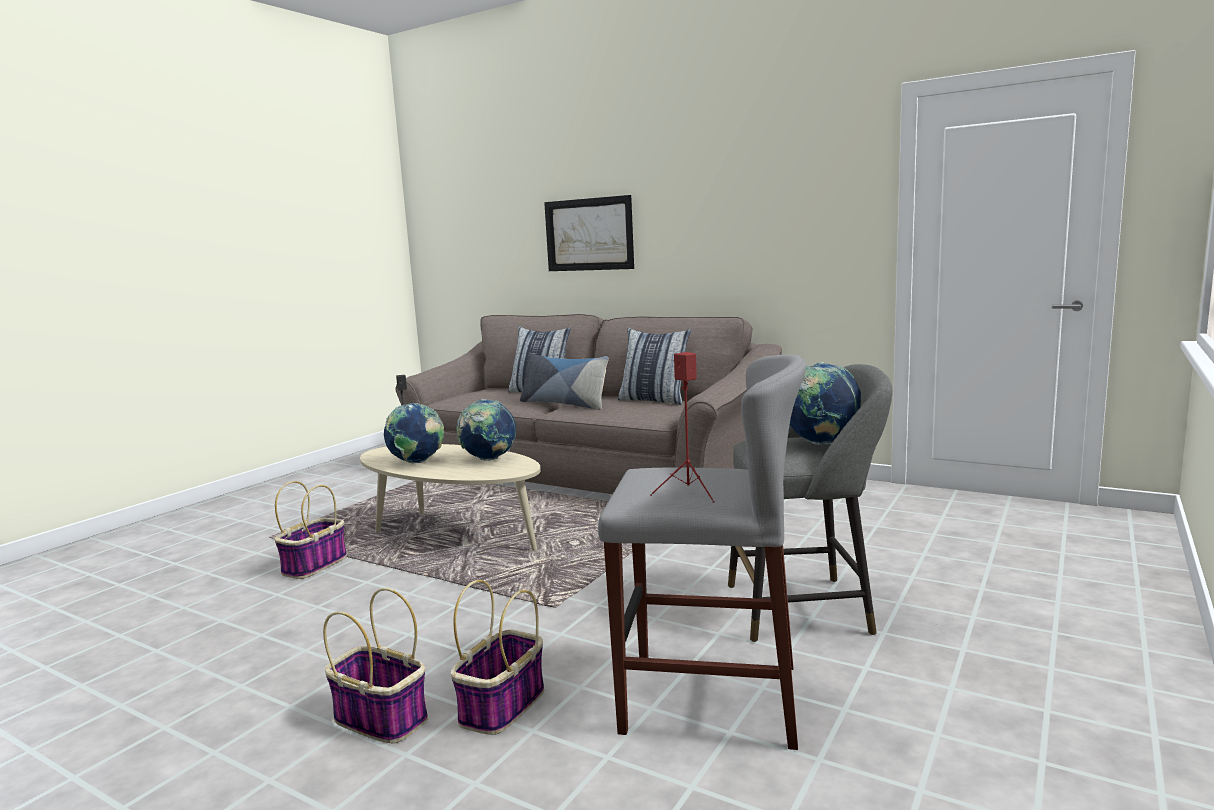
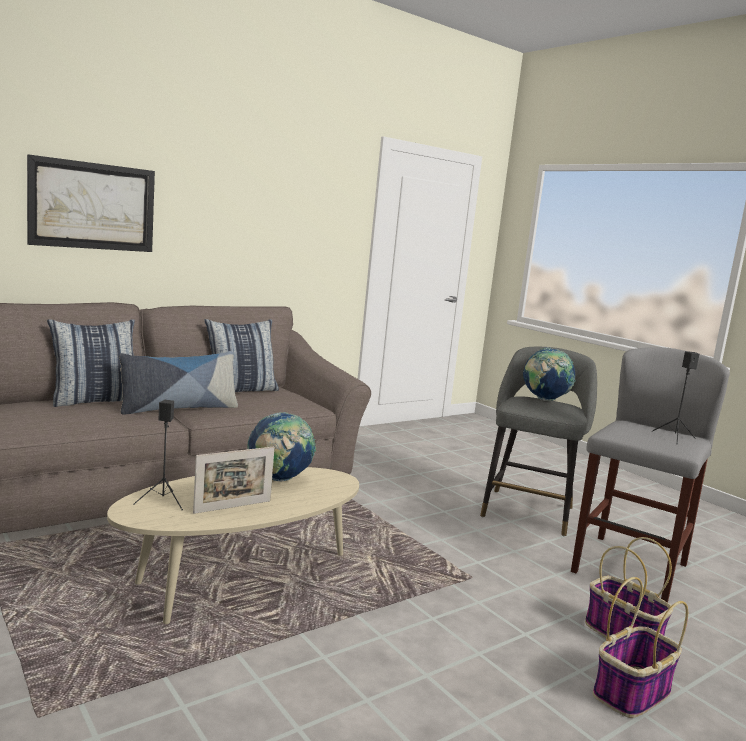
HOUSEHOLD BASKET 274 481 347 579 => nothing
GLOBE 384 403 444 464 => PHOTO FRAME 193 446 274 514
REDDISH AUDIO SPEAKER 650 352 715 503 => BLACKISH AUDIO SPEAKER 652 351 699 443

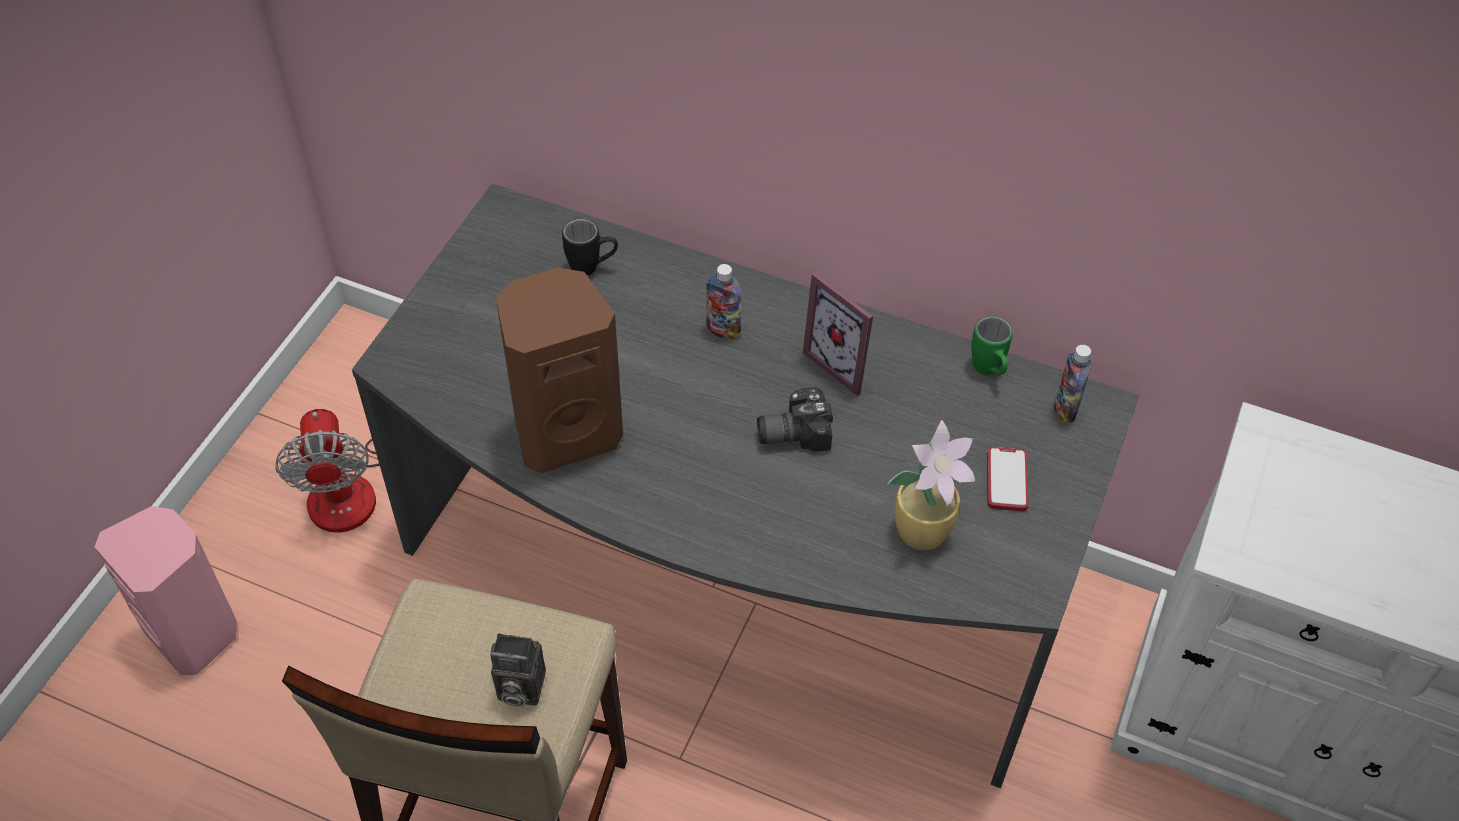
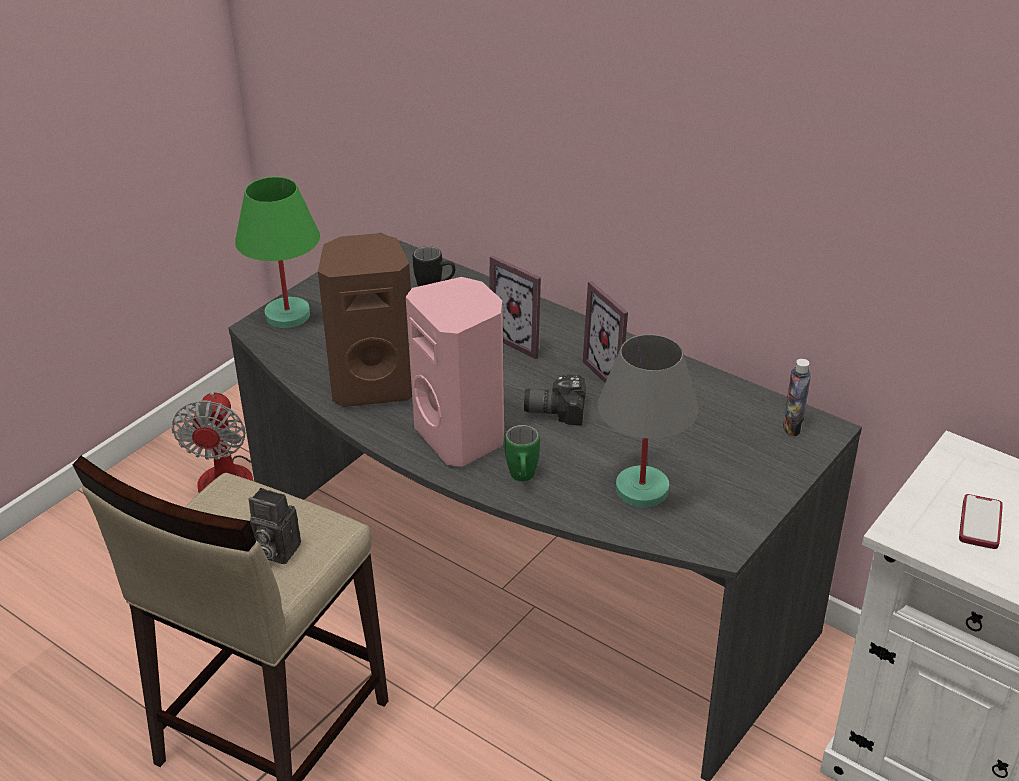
nothing => GREENISH TABLE LAMP 235 177 320 328
PINK-COLOURED AUDIO SPEAKER 94 506 236 675 => PINK-COLOURED AUDIO SPEAKER 406 277 504 467, move
GREENISH MUG 971 316 1013 375 => GREENISH MUG 505 425 540 481, move
HANDSET 987 447 1028 511 => HANDSET 959 494 1003 549, move
DRINK BOTTLE 706 264 742 339 => PHOTO FRAME 489 256 541 360
POTTED PLANT 887 420 975 550 => GREYISH TABLE LAMP 597 334 699 507

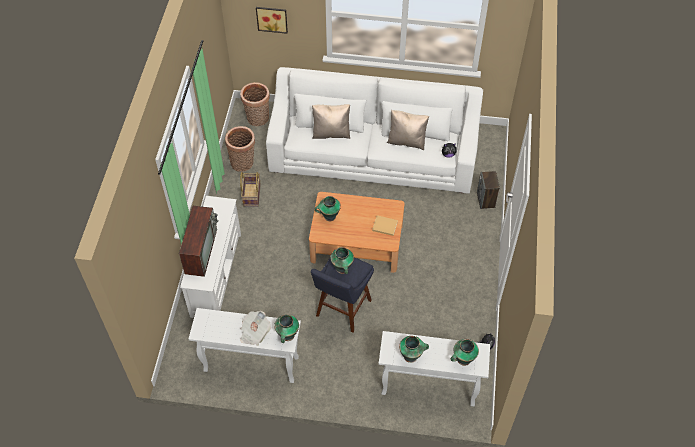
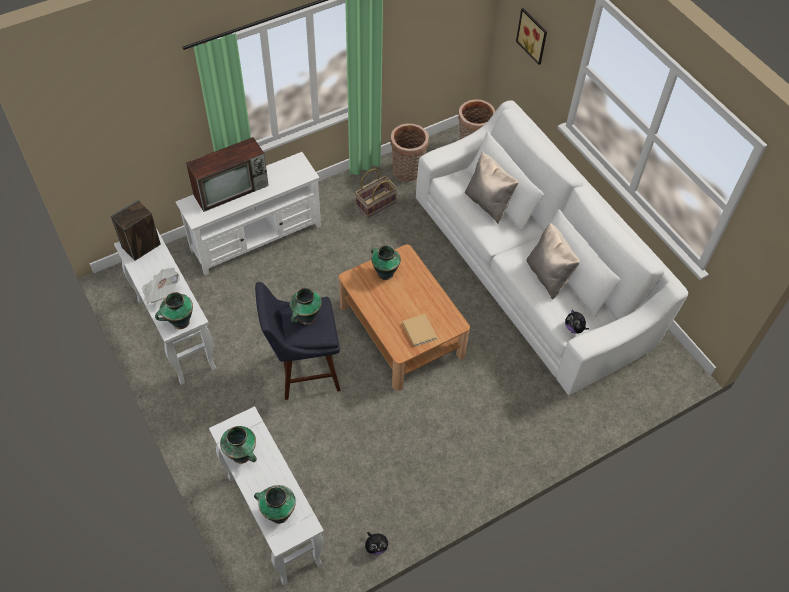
AUDIO SPEAKER 477 171 500 209 => AUDIO SPEAKER 111 200 161 261, move

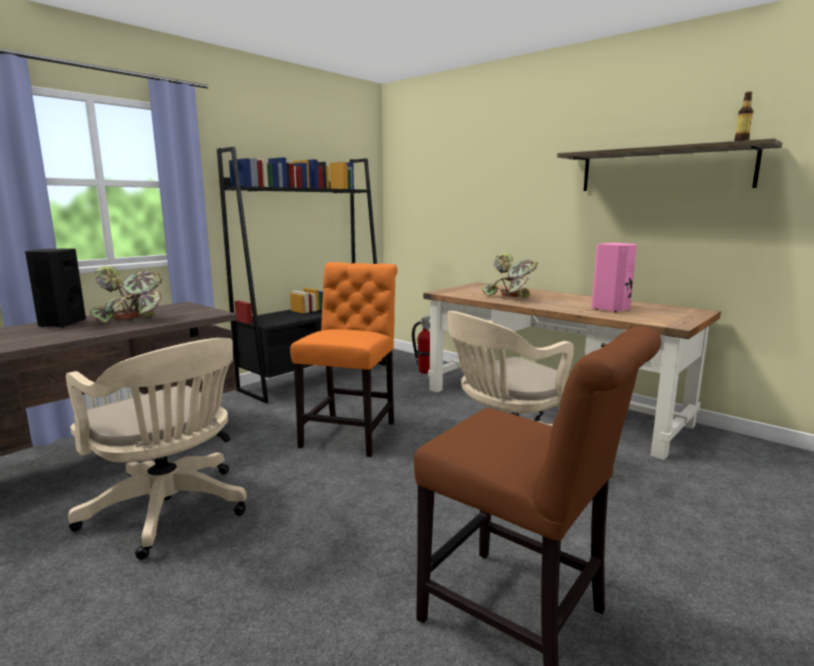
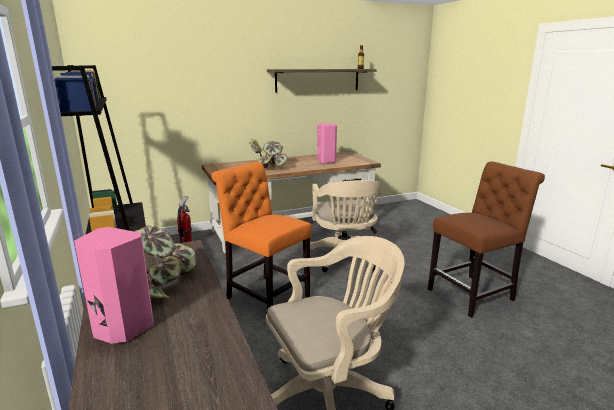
BLACKISH AUDIO SPEAKER 25 248 86 328 => PINK-COLOURED AUDIO SPEAKER 74 227 153 344

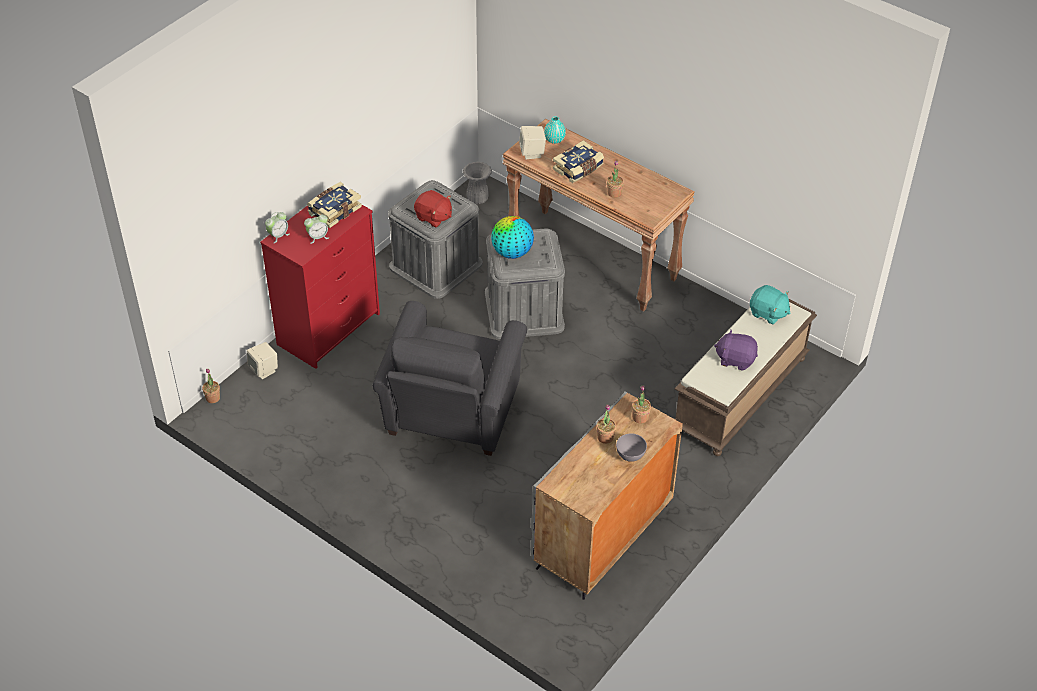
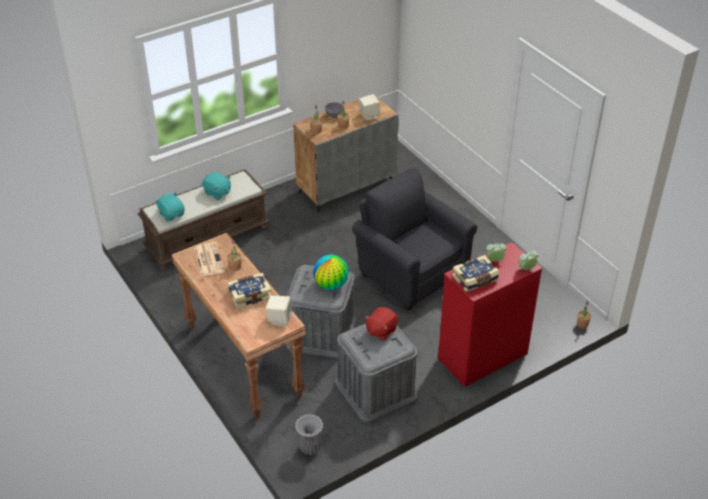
TURQUOISE-COLOURED DECORATIVE VASE 544 116 566 144 => nothing
nothing => PRINTED PAPER 194 242 225 277
SAND-COLOURED AUDIO SPEAKER 247 342 278 379 => SAND-COLOURED AUDIO SPEAKER 359 94 380 120, move
PURPLE-COLOURED SOFT TOY 714 329 758 371 => TURQUOISE-COLOURED SOFT TOY 202 172 231 200
GREYISH EASY CHAIR 372 301 527 456 => GREYISH EASY CHAIR 352 168 477 311, 75 degrees counterclockwise
REDDISH SOFT TOY 414 190 452 228 => REDDISH SOFT TOY 365 307 398 341, 105 degrees counterclockwise

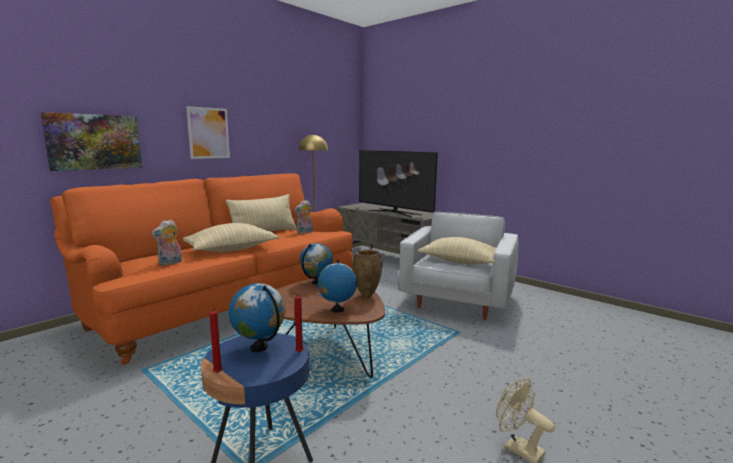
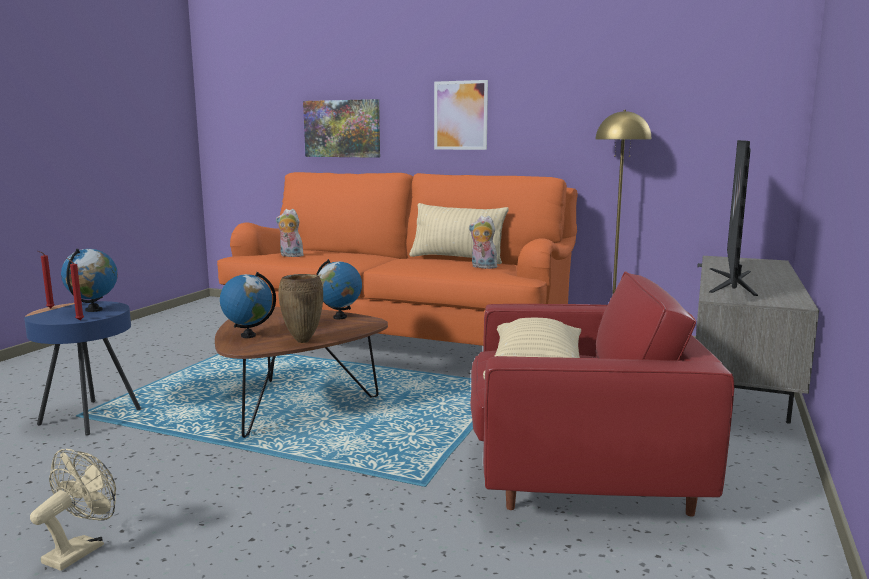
SAND-COLOURED THROW PILLOW 183 223 279 252 => nothing
WHITE EASY CHAIR 399 212 518 320 => REDDISH EASY CHAIR 470 272 734 517

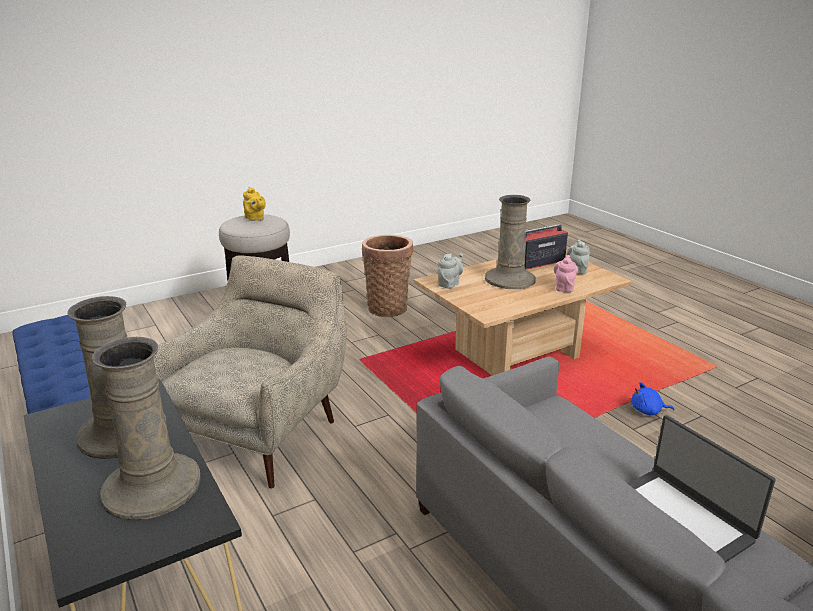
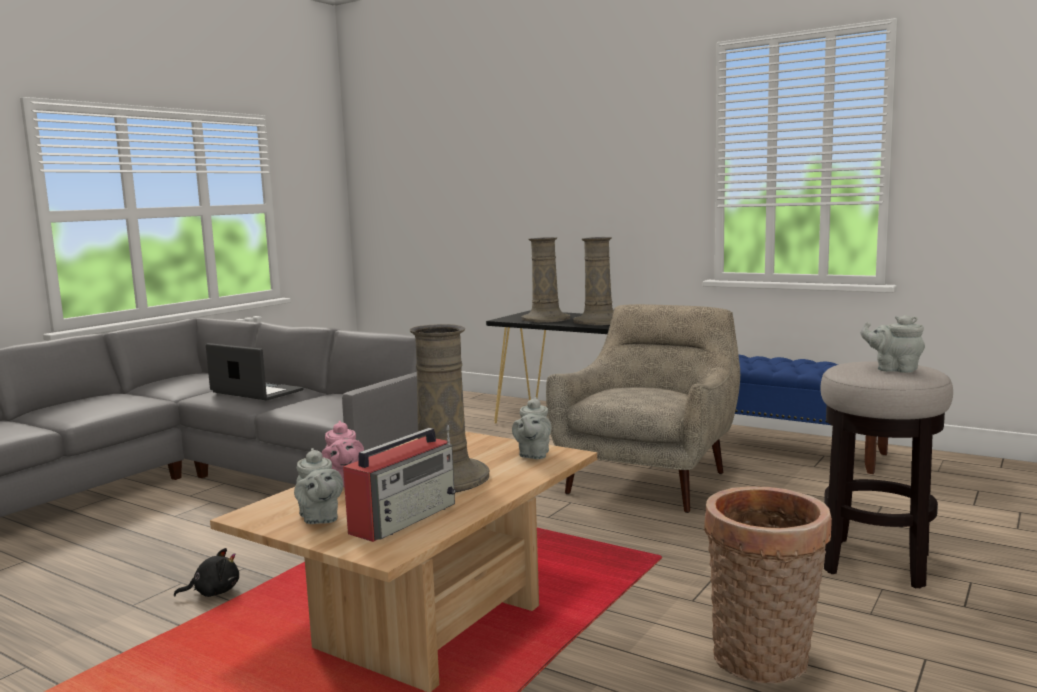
YELLOW-COLOURED POT FOR TEA 243 187 266 221 => GREYISH POT FOR TEA 861 315 925 373
BLUE SOFT TOY 631 382 674 415 => BLACKISH SOFT TOY 174 548 239 597
SAND-COLOURED EASY CHAIR 154 255 347 489 => SAND-COLOURED EASY CHAIR 546 304 740 513, 150 degrees counterclockwise

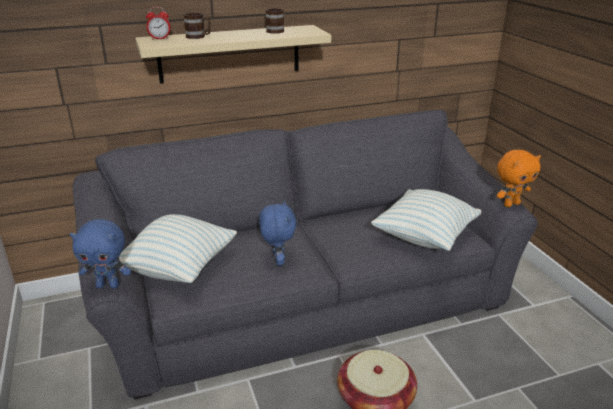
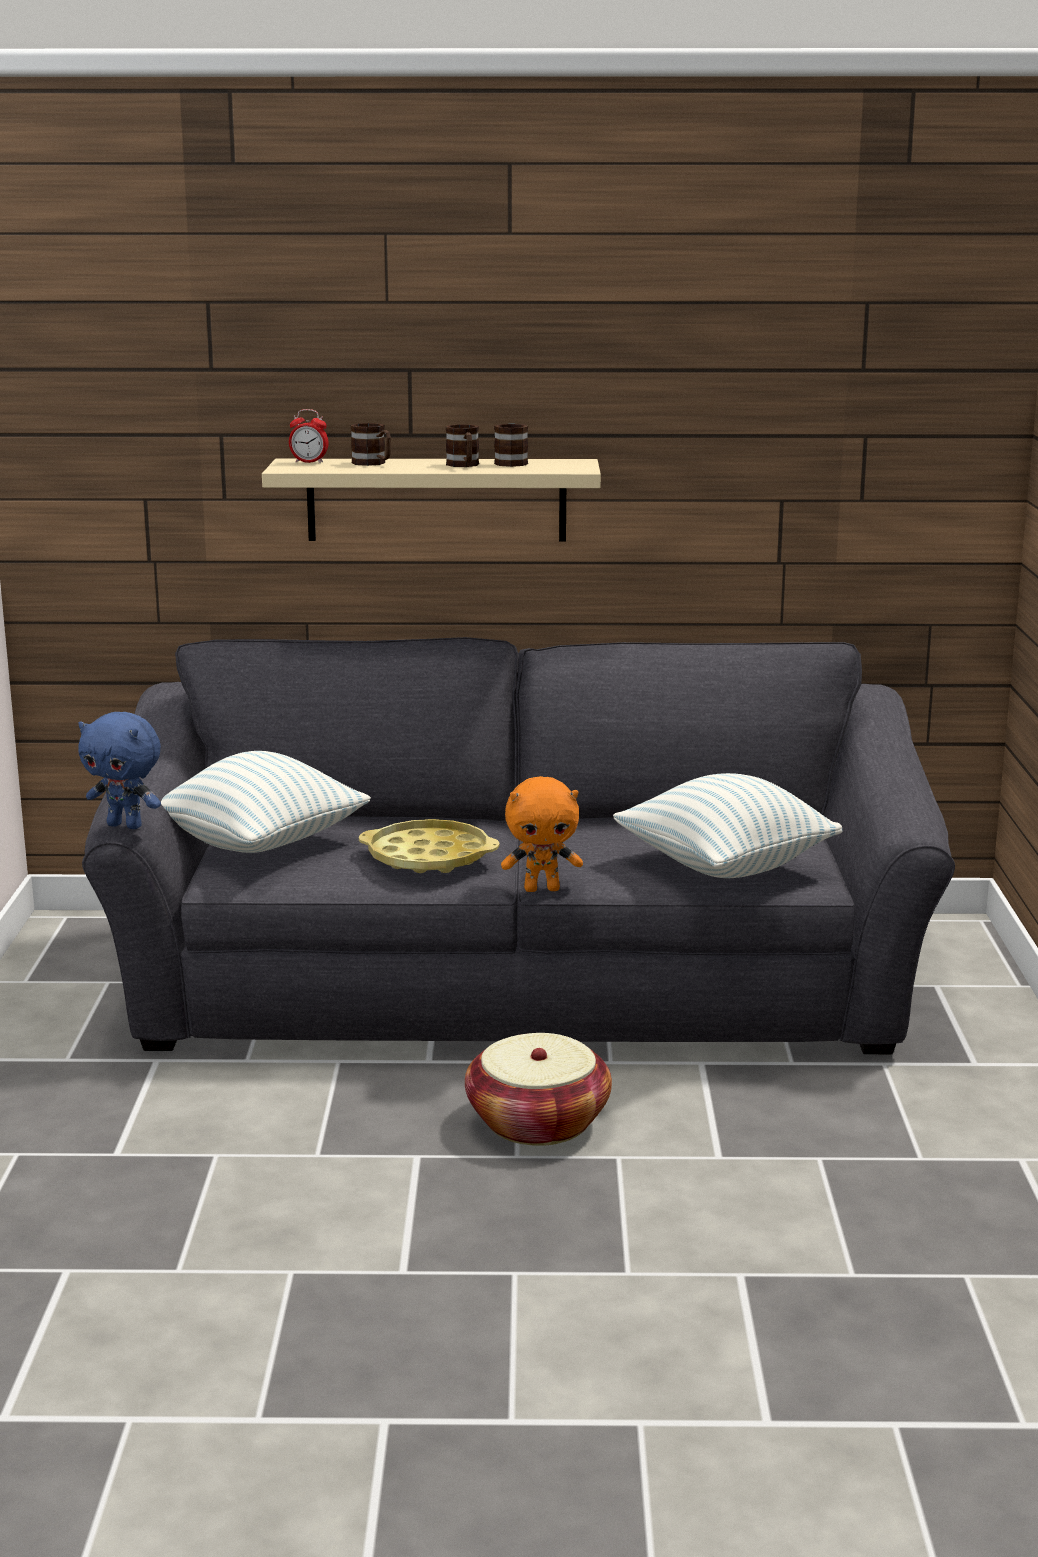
nothing => BROWN-COLOURED MUG 446 424 479 467
ORANGEY SOFT TOY 497 150 541 207 => ORANGEY SOFT TOY 501 776 583 892, move
BLUE SOFT TOY 259 201 297 266 => YELLOW-COLOURED TRAY 359 819 500 873

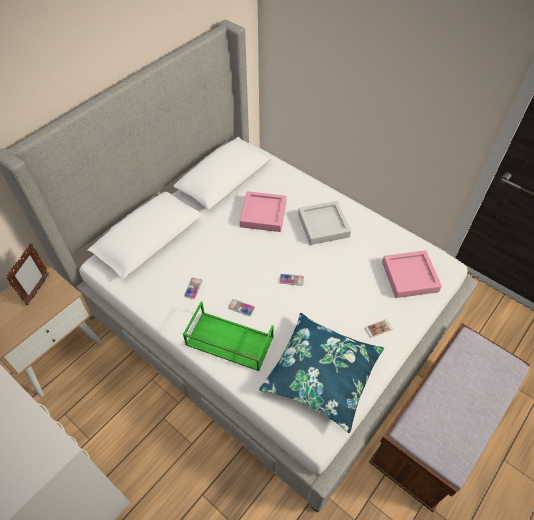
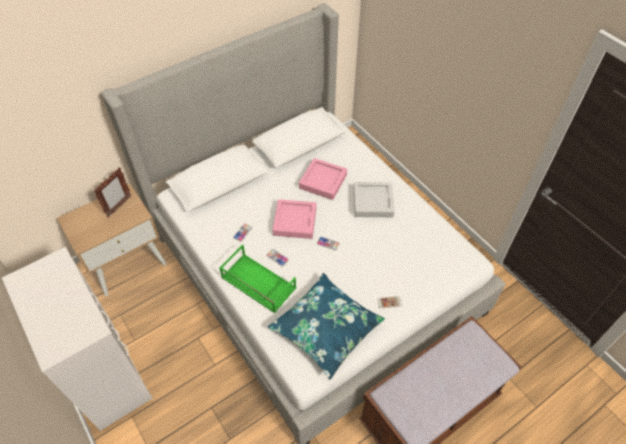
PINK-COLOURED TRAY 382 250 442 298 => PINK-COLOURED TRAY 273 199 316 239, move

